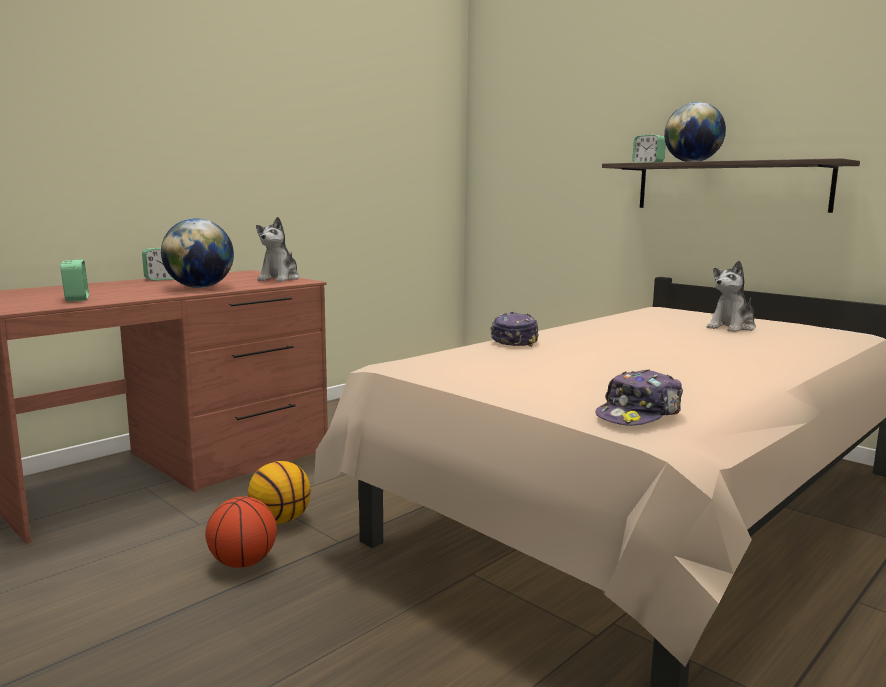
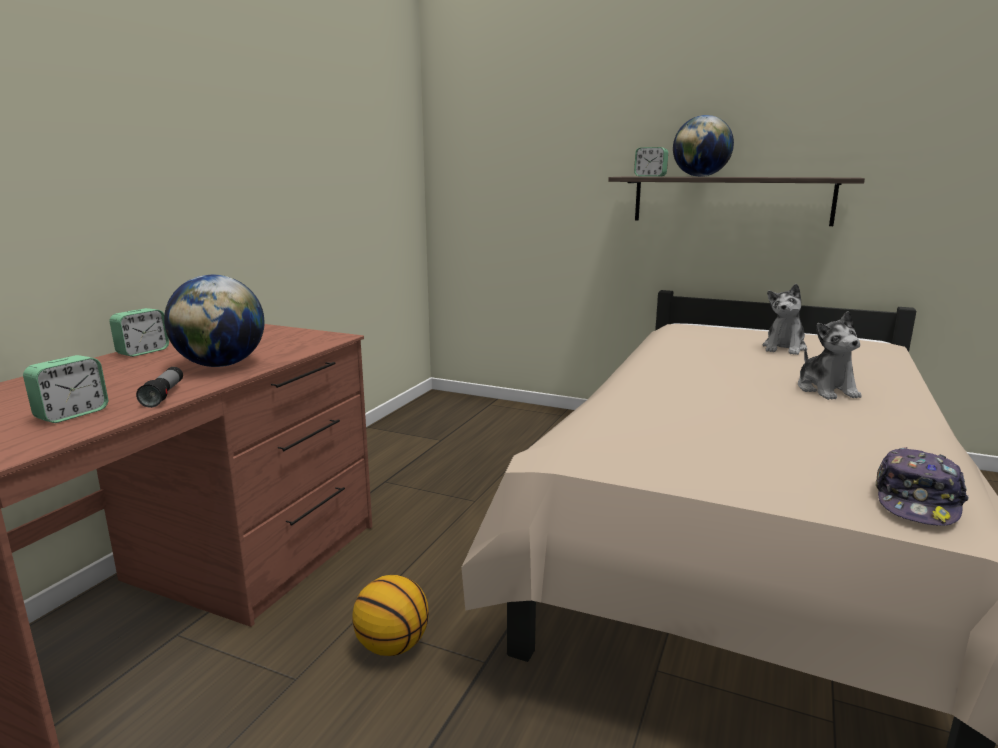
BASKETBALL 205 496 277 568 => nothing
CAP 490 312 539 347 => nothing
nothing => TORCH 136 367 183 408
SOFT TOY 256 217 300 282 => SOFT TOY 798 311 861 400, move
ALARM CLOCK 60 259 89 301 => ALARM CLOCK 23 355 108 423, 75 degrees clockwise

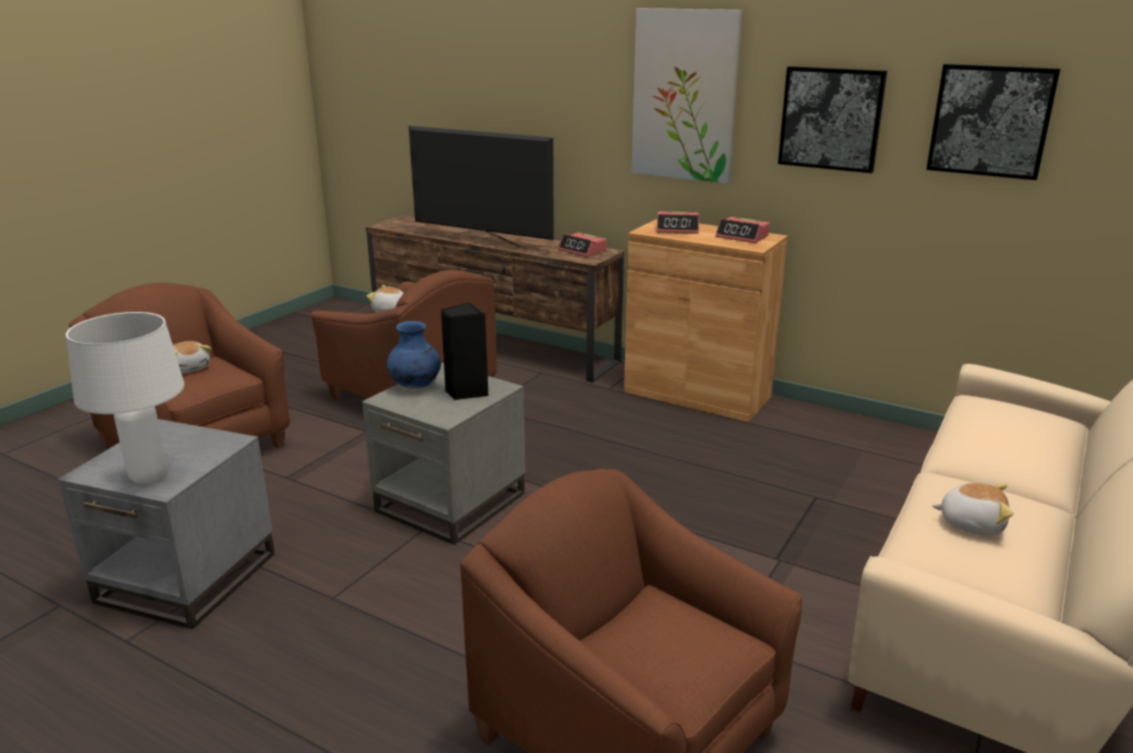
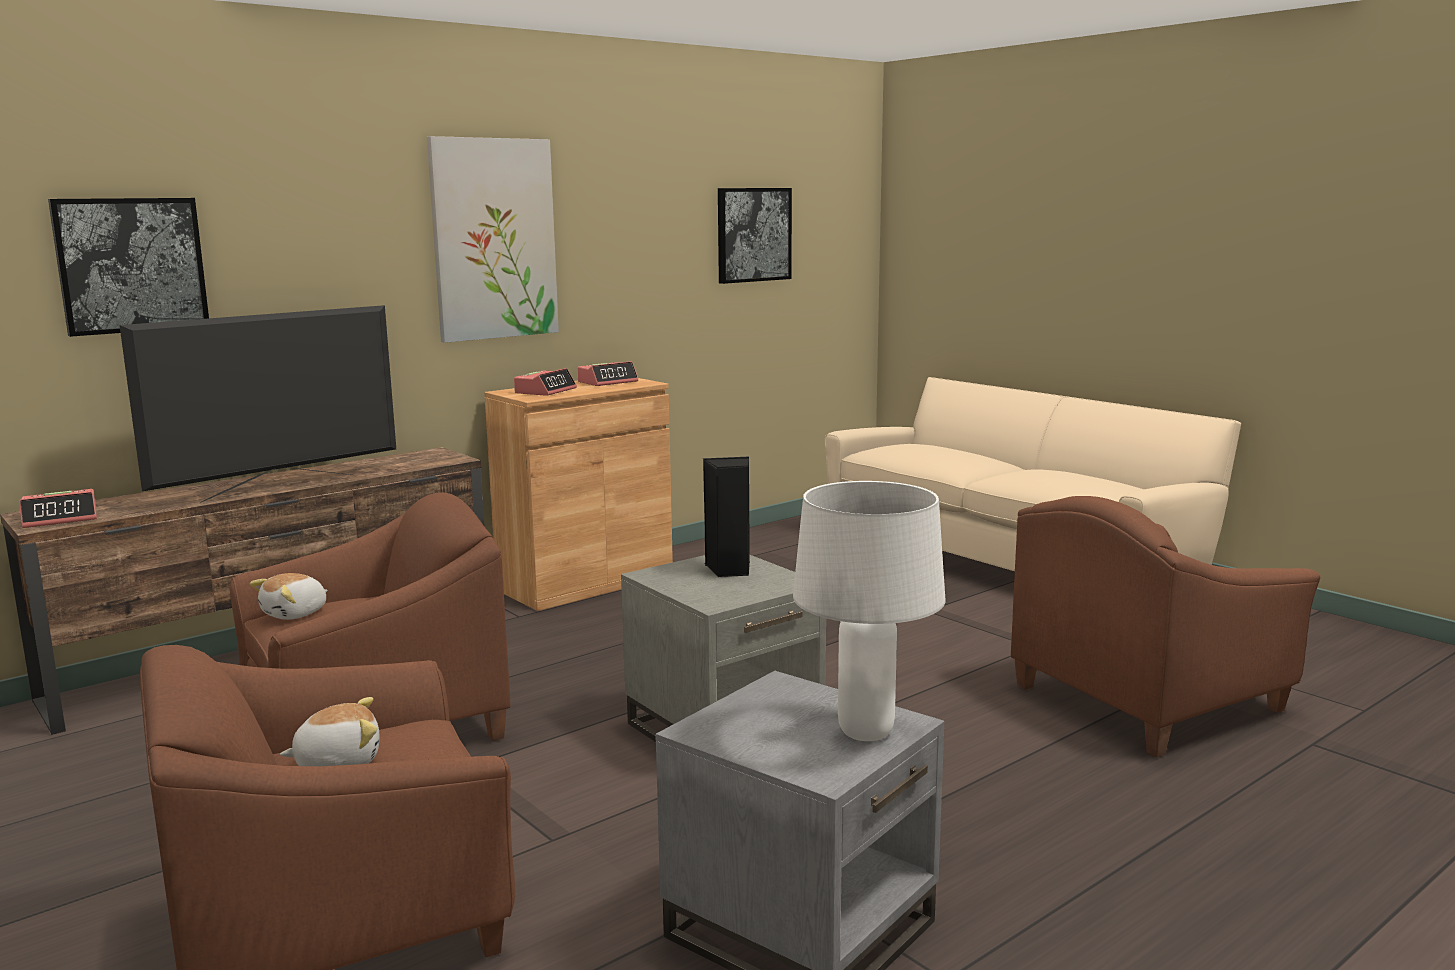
BLUE DECORATIVE VASE 387 321 441 388 => nothing
SOFT TOY 932 483 1013 536 => nothing
ALARM CLOCK 558 233 607 257 => ALARM CLOCK 19 489 97 528, move
WALL ART 778 66 887 173 => WALL ART 48 198 209 337, move

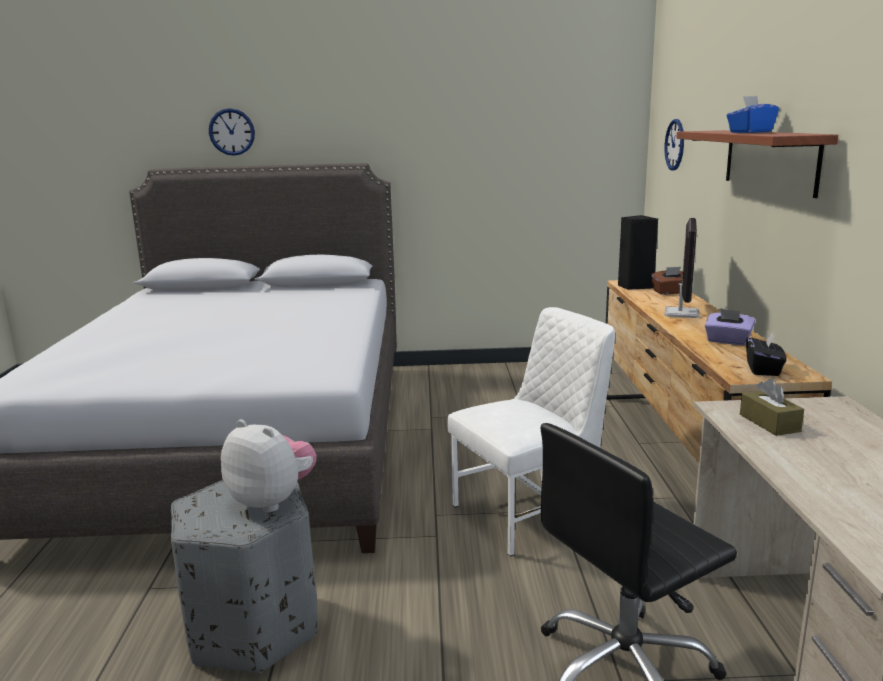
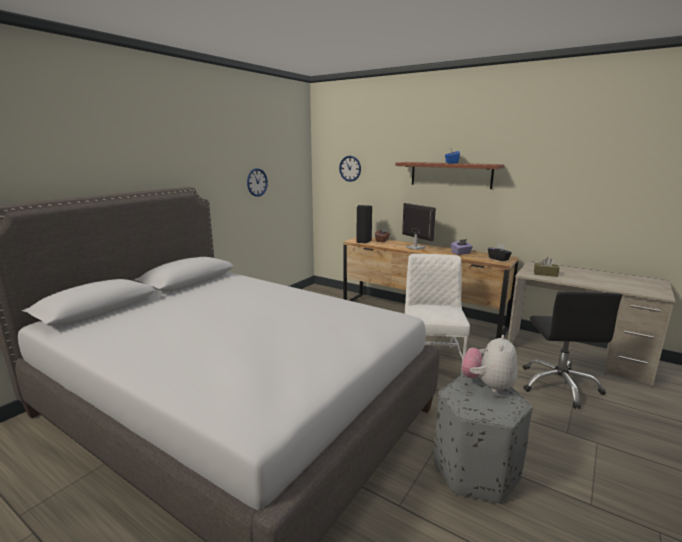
WALL CLOCK 209 108 255 156 => WALL CLOCK 247 168 268 197, move
SOFT TOY 221 419 317 513 => SOFT TOY 462 335 517 393, 45 degrees counterclockwise

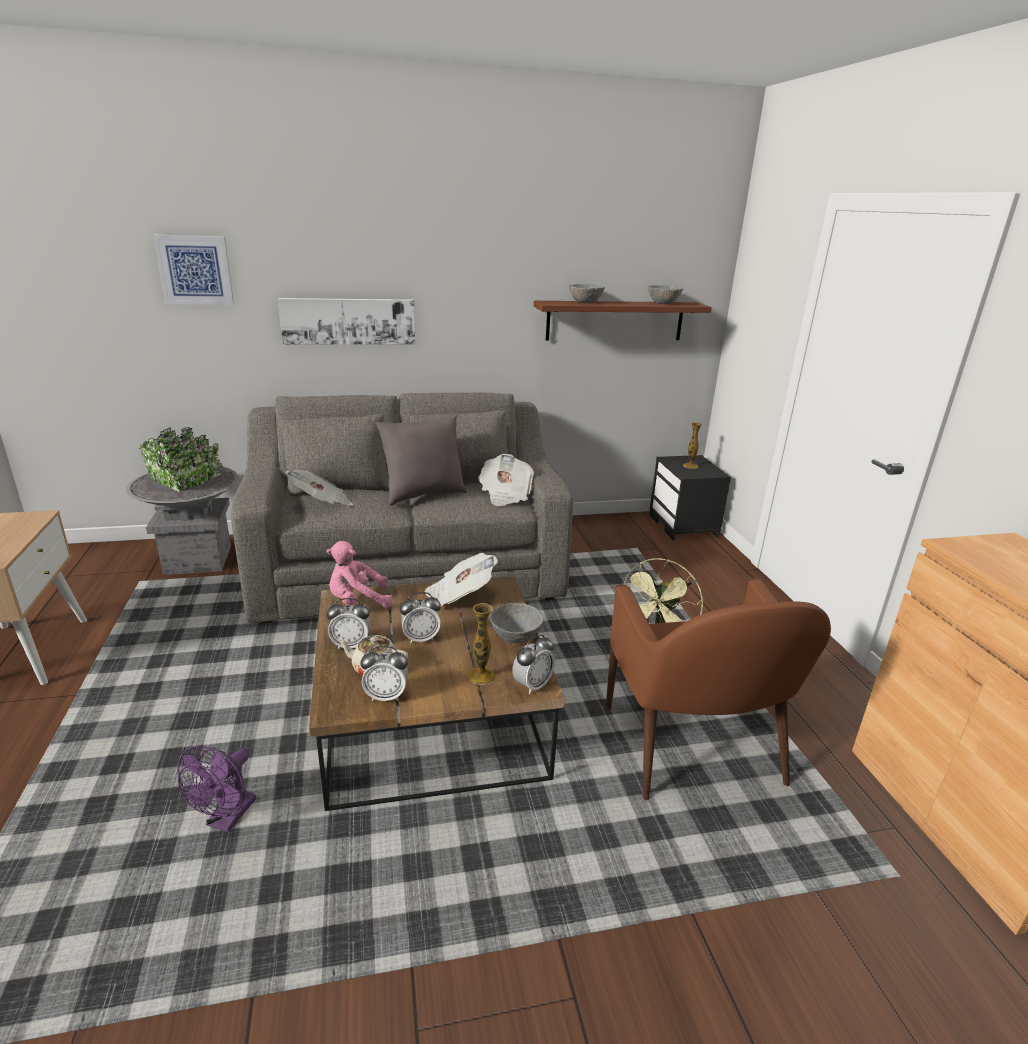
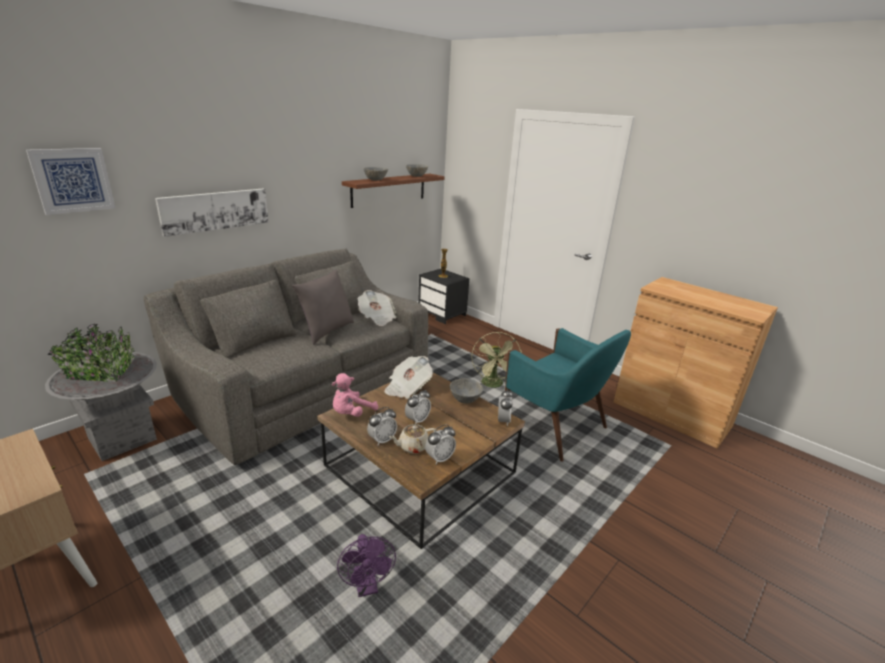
PRINTED PAPER 285 470 353 505 => nothing
DECORATIVE VASE 467 603 495 685 => nothing
BROWN-COLOURED EASY CHAIR 606 578 831 800 => TURQUOISE-COLOURED EASY CHAIR 504 328 631 462

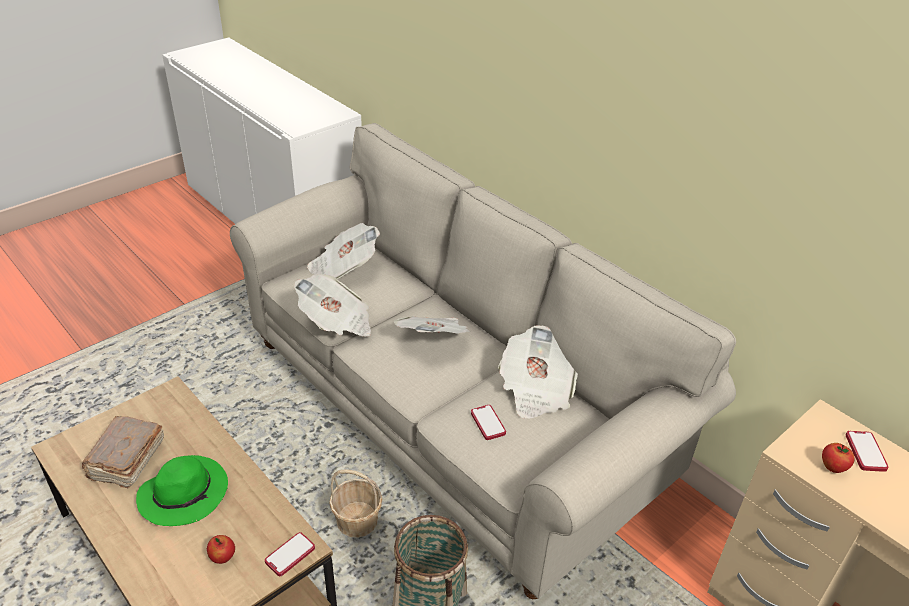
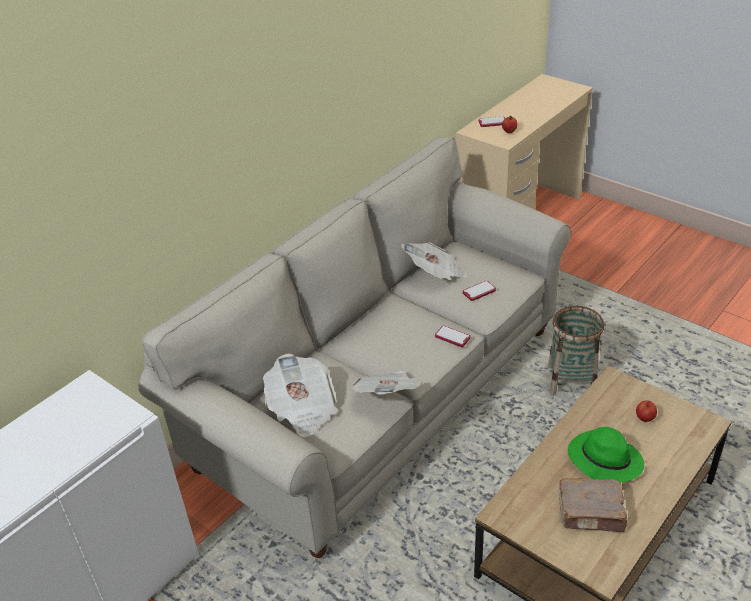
HOUSEHOLD BASKET 329 469 383 538 => nothing
PRINTED PAPER 393 316 471 333 => nothing
HANDSET 265 532 315 576 => HANDSET 435 326 470 347, move

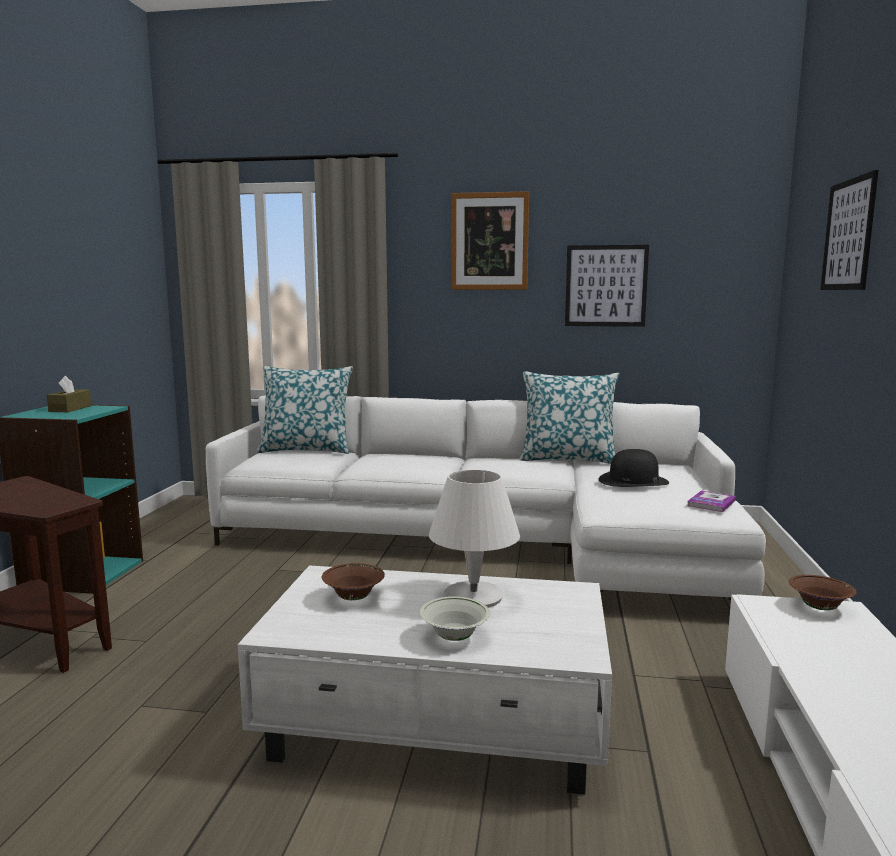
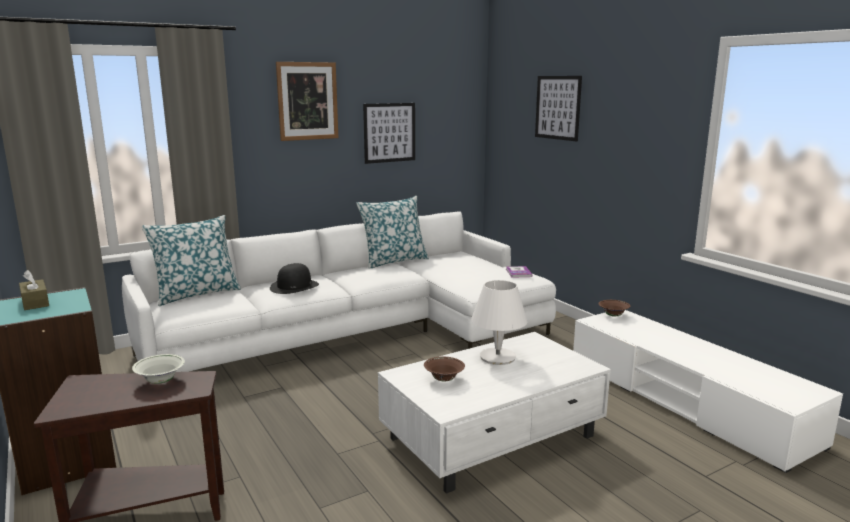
WHITE BOWL 420 596 490 641 => WHITE BOWL 132 354 185 384, move
BLACKISH WEARABLE HAT 599 449 669 487 => BLACKISH WEARABLE HAT 270 263 319 294, move

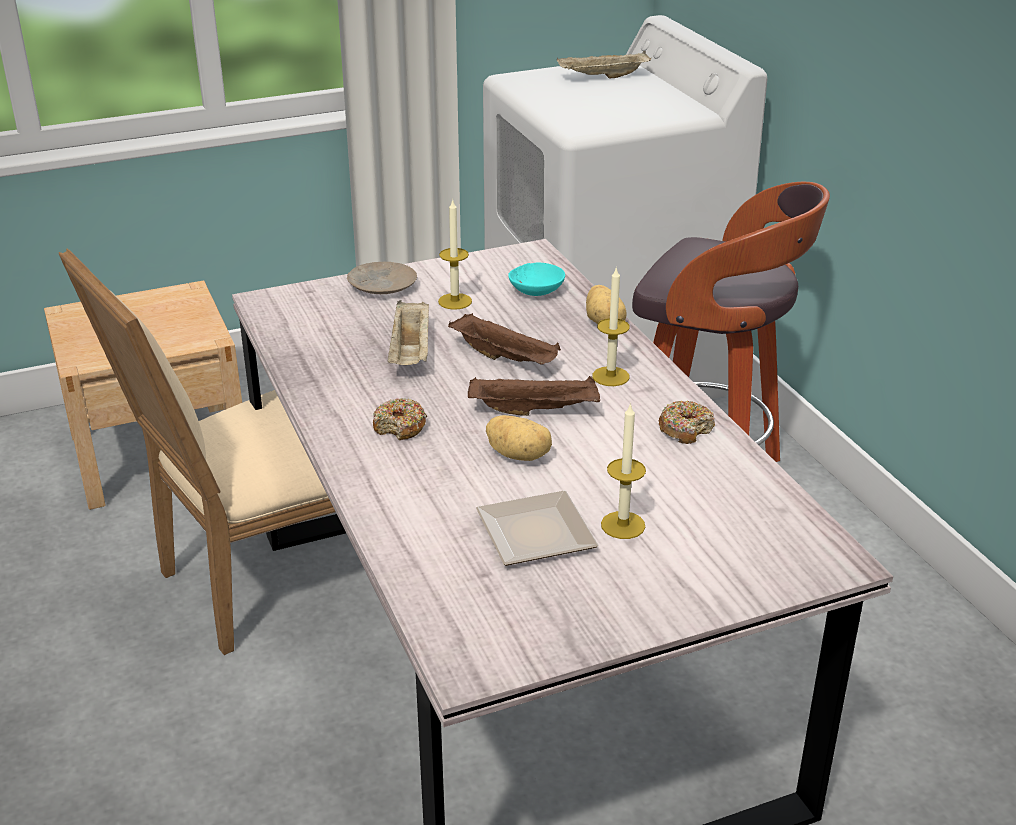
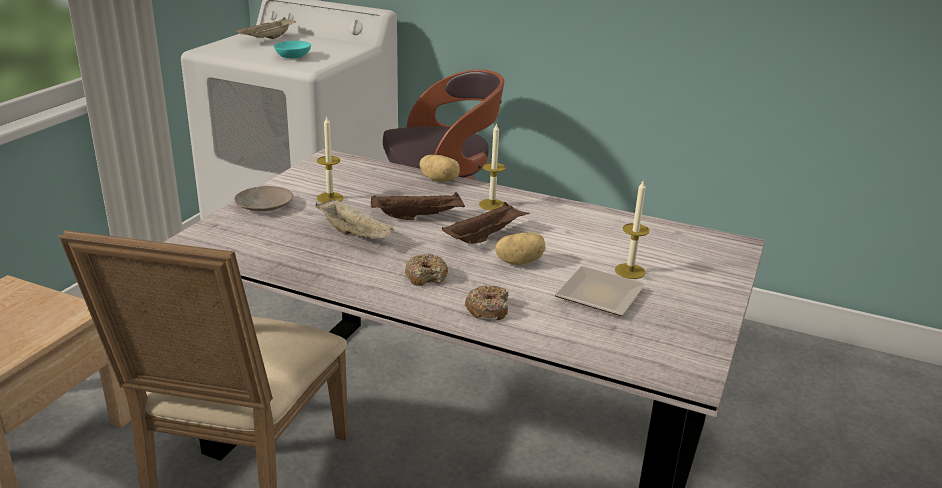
TURQUOISE-COLOURED BOWL 508 263 565 296 => TURQUOISE-COLOURED BOWL 274 41 311 58, move
RING DOUGHNUT 658 401 715 444 => RING DOUGHNUT 465 286 509 320, move

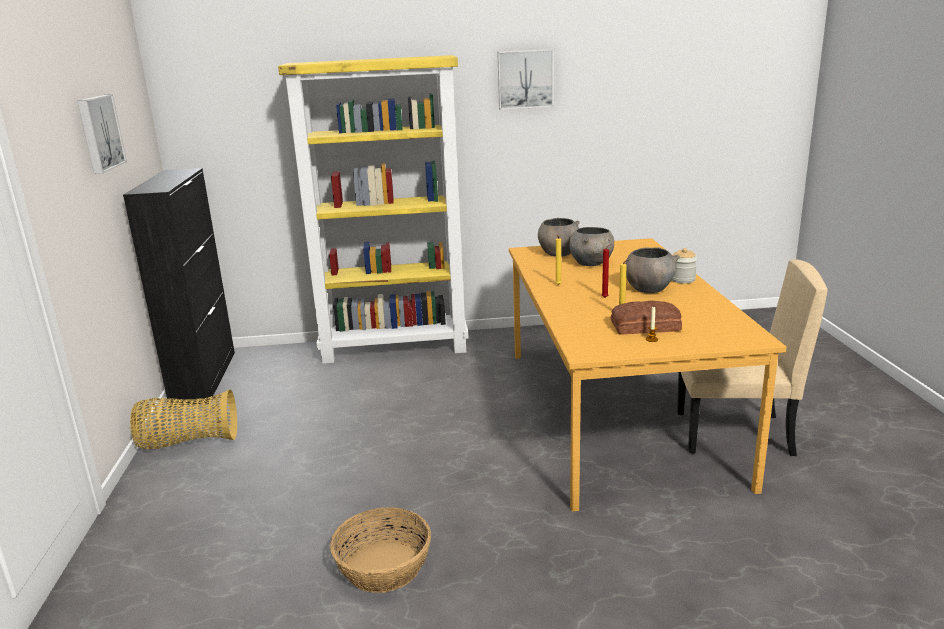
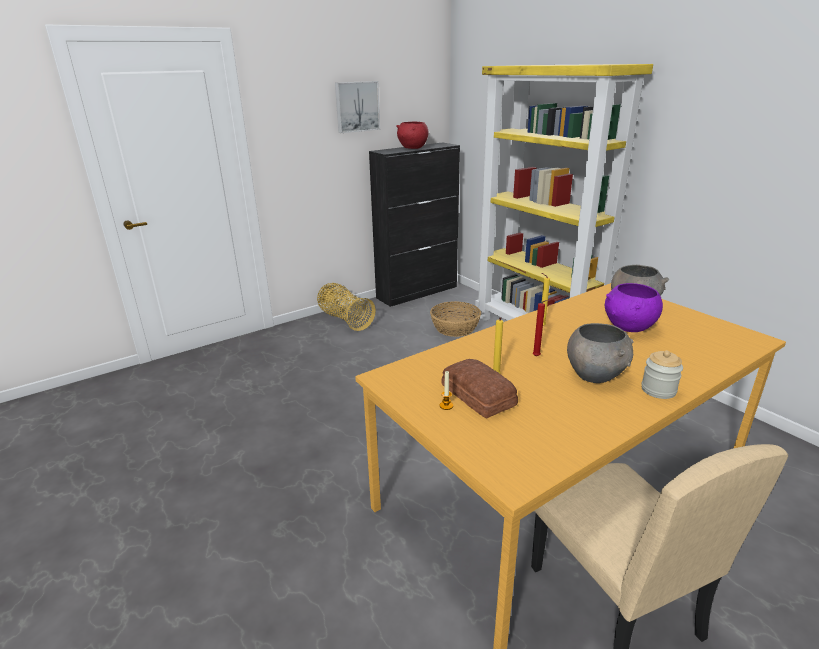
WALL ART 497 49 554 110 => nothing
nothing => REDDISH BOWL 396 122 429 149
HOUSEHOLD BASKET 330 508 431 593 => HOUSEHOLD BASKET 430 301 481 337, move
GREYISH BOWL 570 227 614 266 => PURPLE-COLOURED BOWL 605 283 663 332

